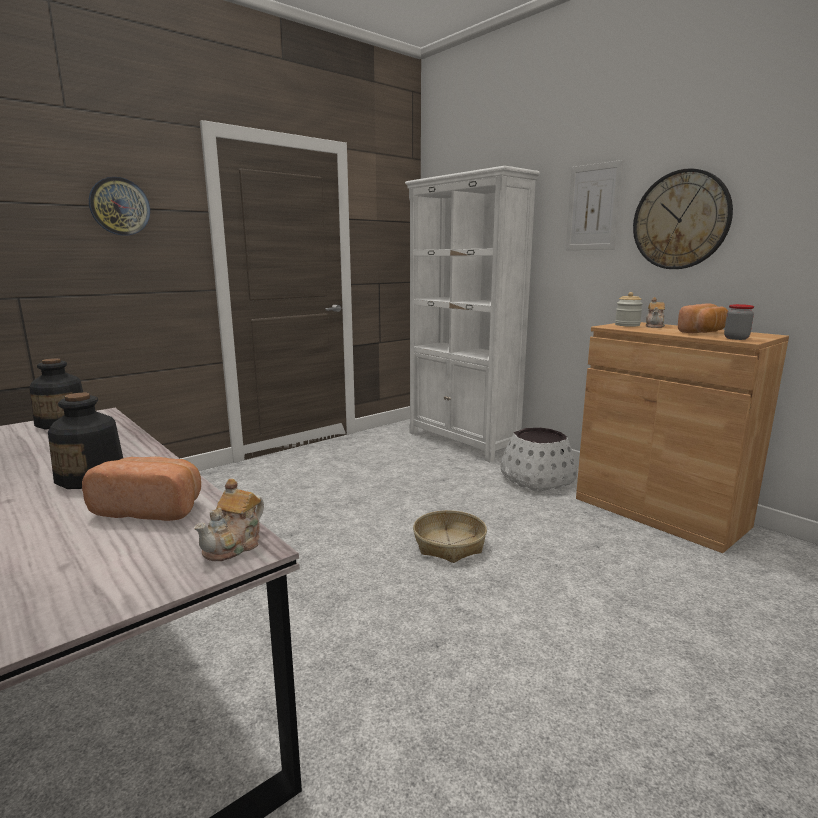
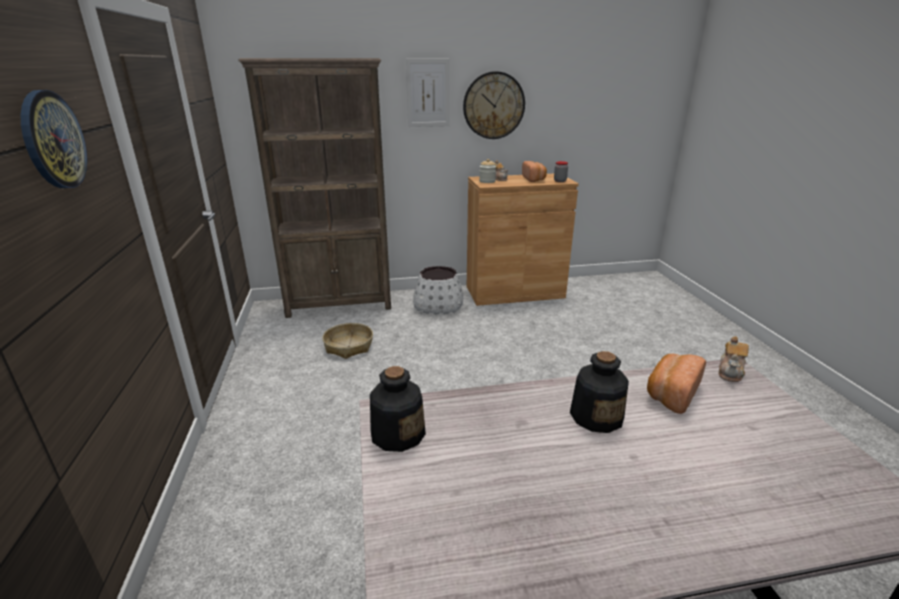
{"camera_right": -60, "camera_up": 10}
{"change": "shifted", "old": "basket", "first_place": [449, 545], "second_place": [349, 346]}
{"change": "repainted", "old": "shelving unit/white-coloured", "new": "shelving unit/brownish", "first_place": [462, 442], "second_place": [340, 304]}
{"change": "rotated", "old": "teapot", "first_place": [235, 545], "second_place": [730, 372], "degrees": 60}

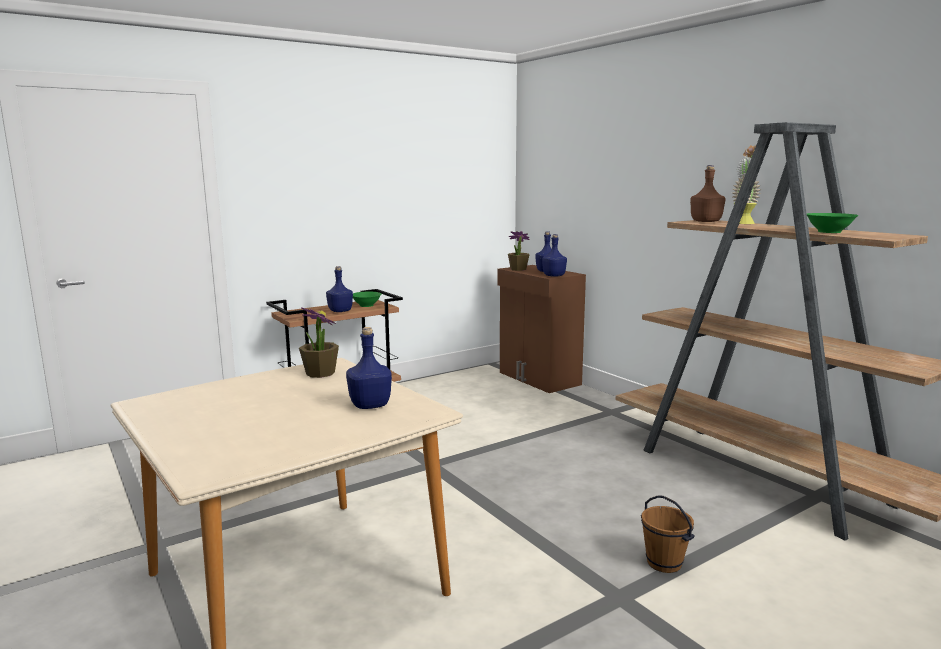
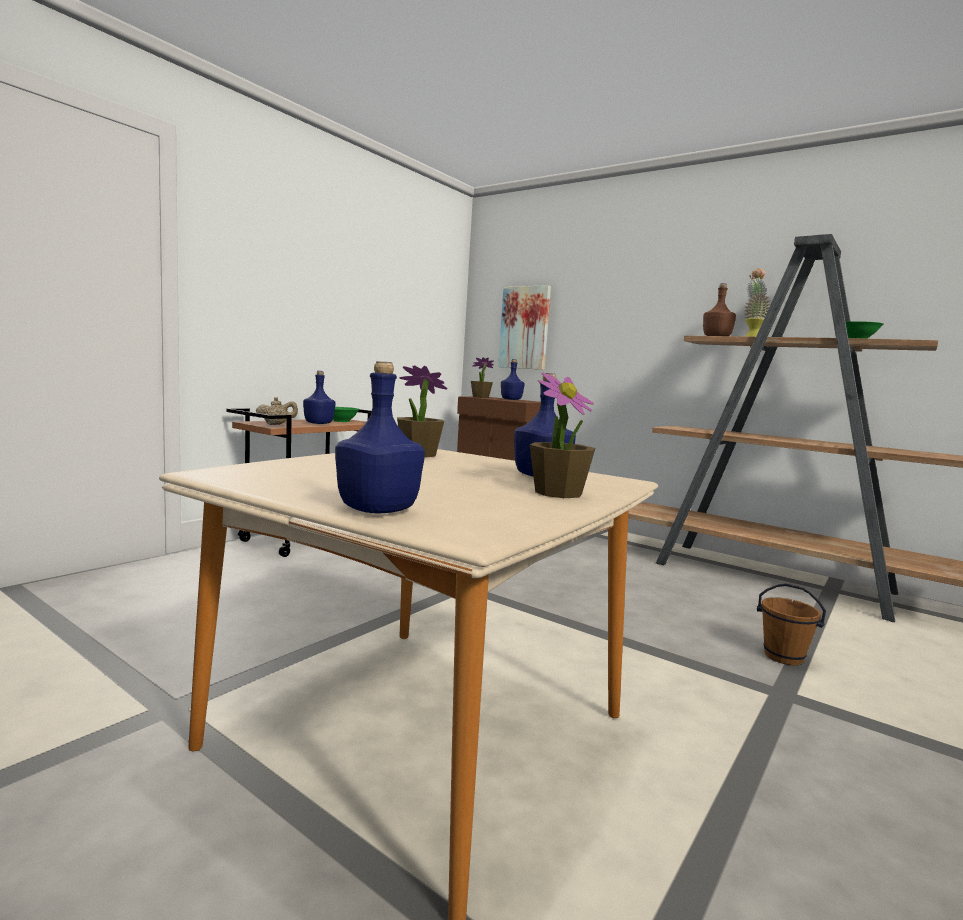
{"camera_right": -20, "camera_up": -5}
{"change": "new", "new": "teapot/beige", "second_place": [276, 424]}
{"change": "new", "new": "wall art", "second_place": [525, 328]}
{"change": "new", "new": "potted plant", "second_place": [558, 493]}
{"change": "shifted", "old": "beverage bottle/blue-coloured", "first_place": [554, 276], "second_place": [379, 510]}

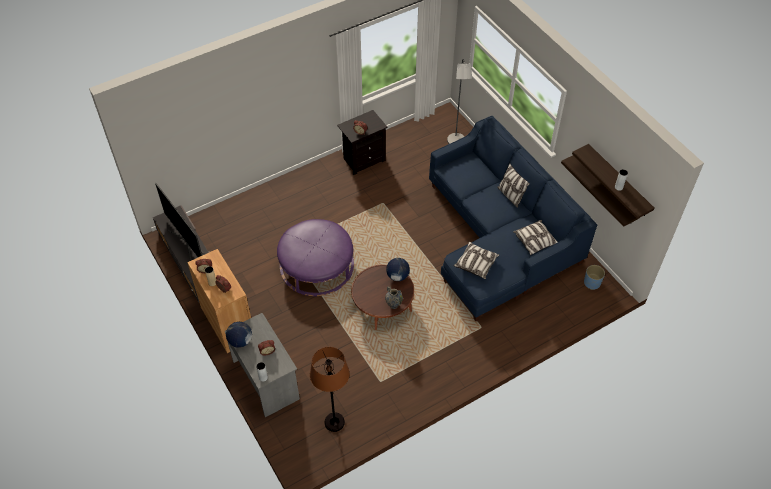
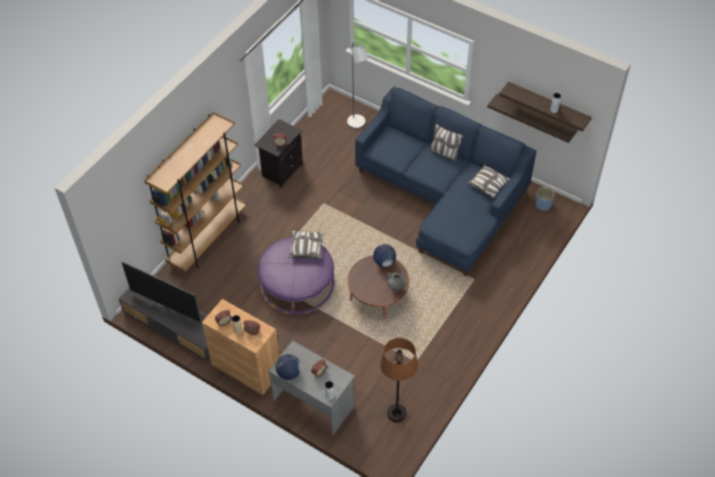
{"camera_right": -25, "camera_up": 0}
{"change": "new", "new": "shelving unit/brownish", "second_place": [208, 238]}
{"change": "shifted", "old": "pillow", "first_place": [476, 264], "second_place": [306, 248]}

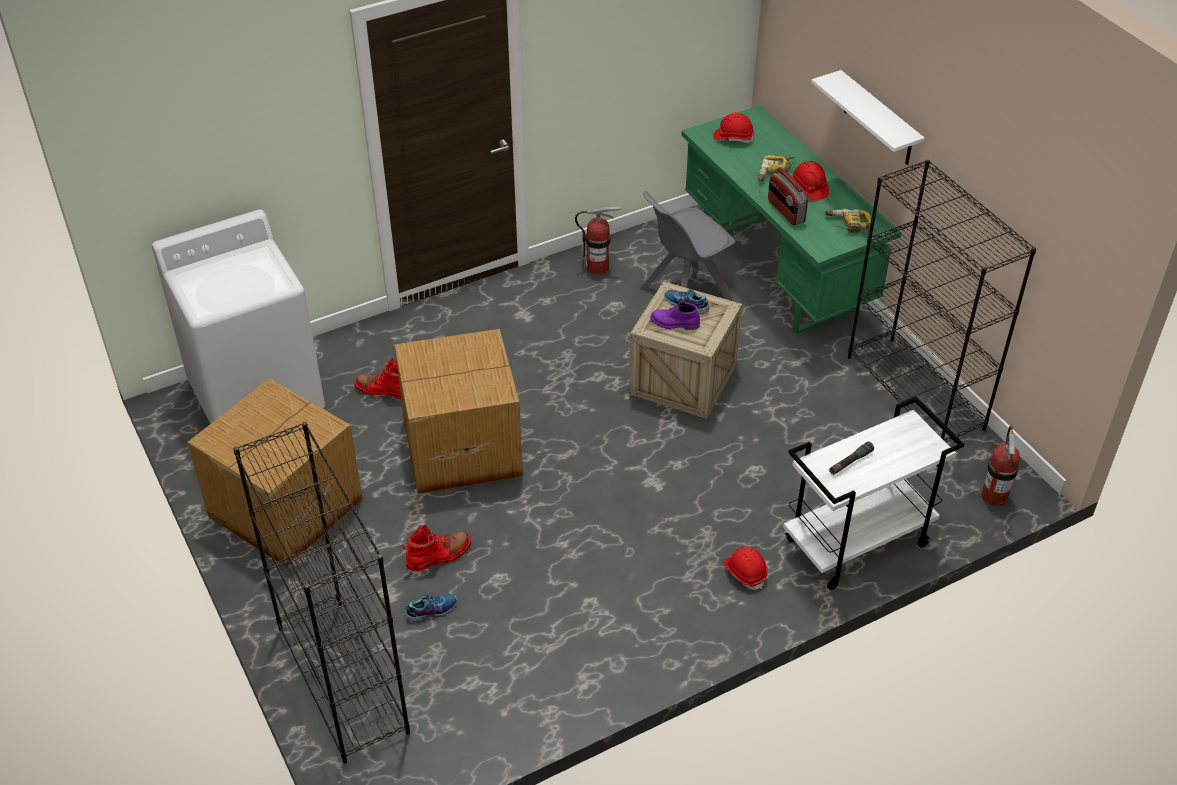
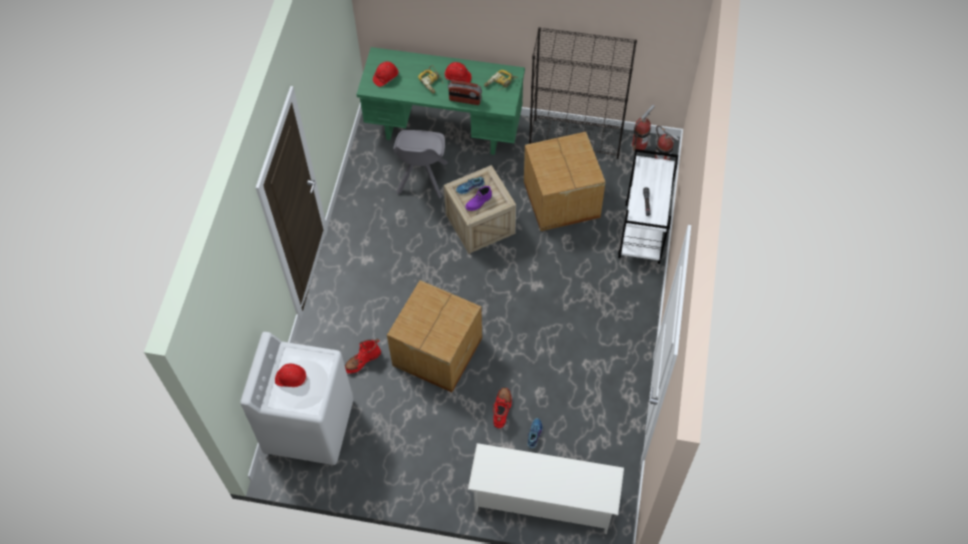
{"camera_right": -50, "camera_up": 15}
{"change": "gone", "old": "bracket shelf/white-coloured", "first_place": [878, 120]}
{"change": "shifted", "old": "carton", "first_place": [283, 508], "second_place": [560, 200]}
{"change": "shifted", "old": "fire extinguisher", "first_place": [598, 267], "second_place": [639, 144]}
{"change": "shifted", "old": "work helmet/reddish", "first_place": [745, 572], "second_place": [291, 378]}
{"change": "swapped", "old": "shelving unit/black", "new": "shoe stand/white-coloured", "first_place": [341, 678], "second_place": [543, 500]}

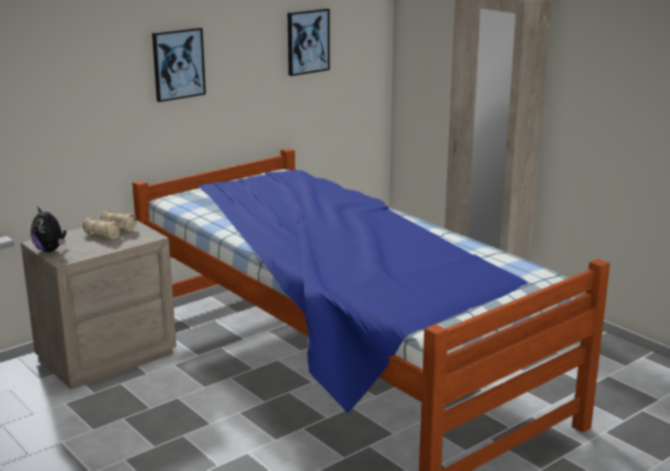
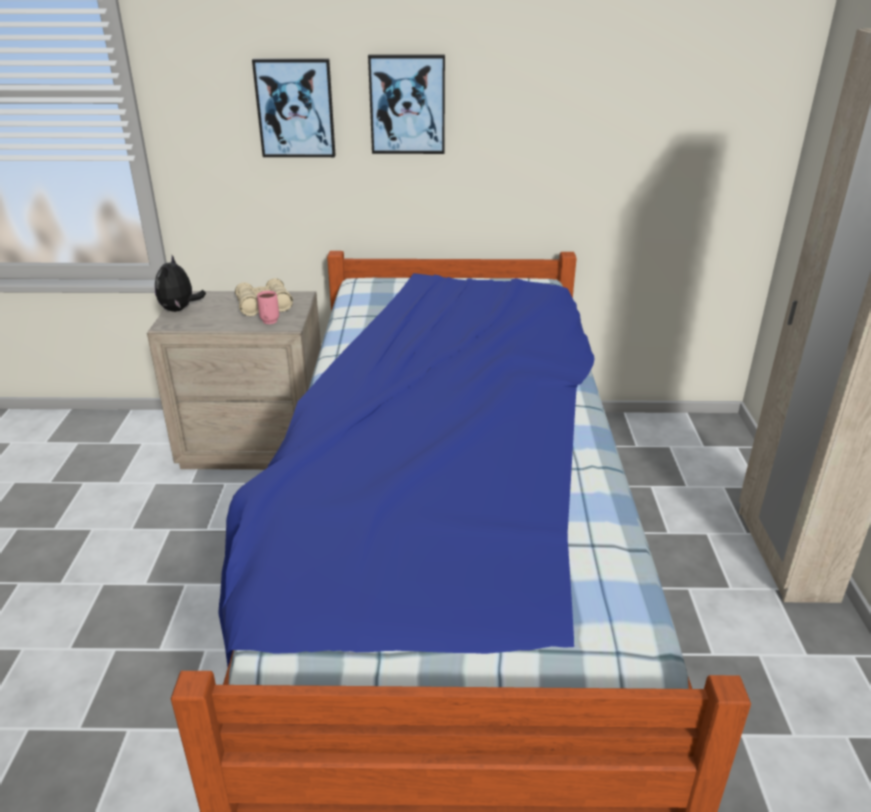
{"camera_right": 40, "camera_up": 10}
{"change": "new", "new": "tea mug/pinkish", "second_place": [269, 323]}
{"change": "shifted", "old": "wall art", "first_place": [307, 41], "second_place": [295, 108]}

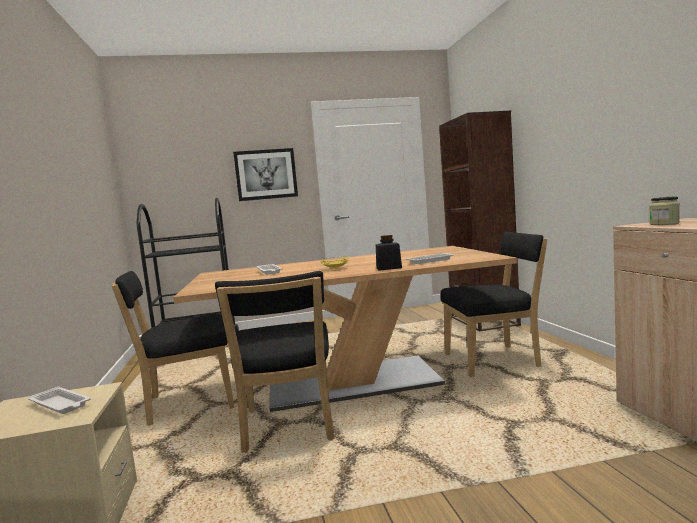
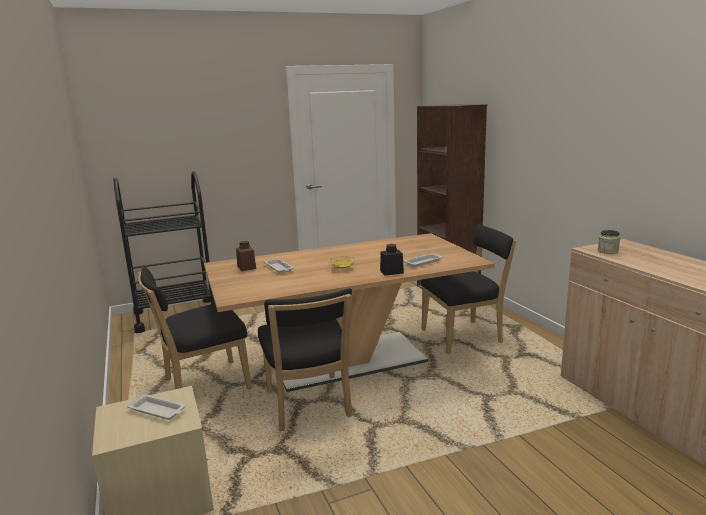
{"camera_right": -10, "camera_up": 10}
{"change": "gone", "old": "wall art", "first_place": [266, 174]}
{"change": "new", "new": "preserve jar/brownish", "second_place": [246, 267]}

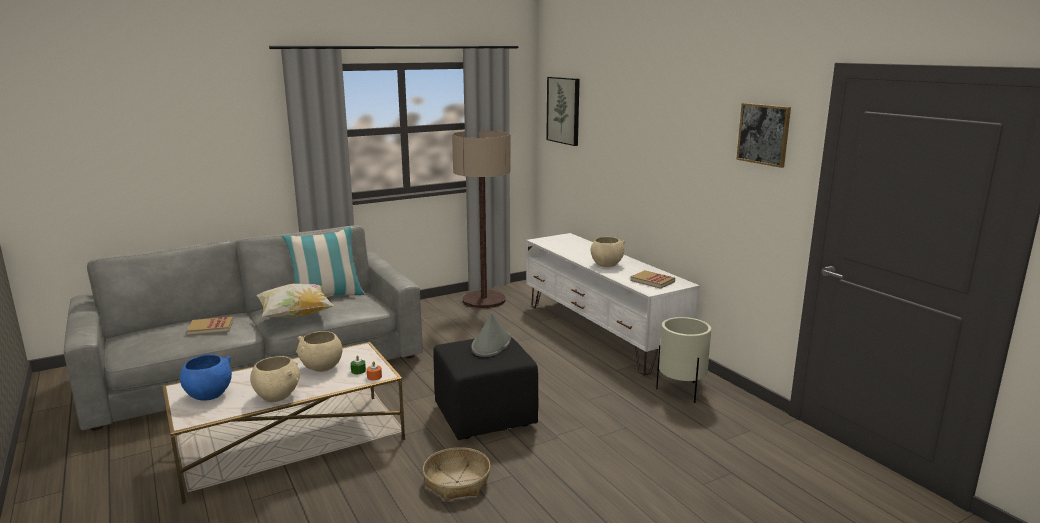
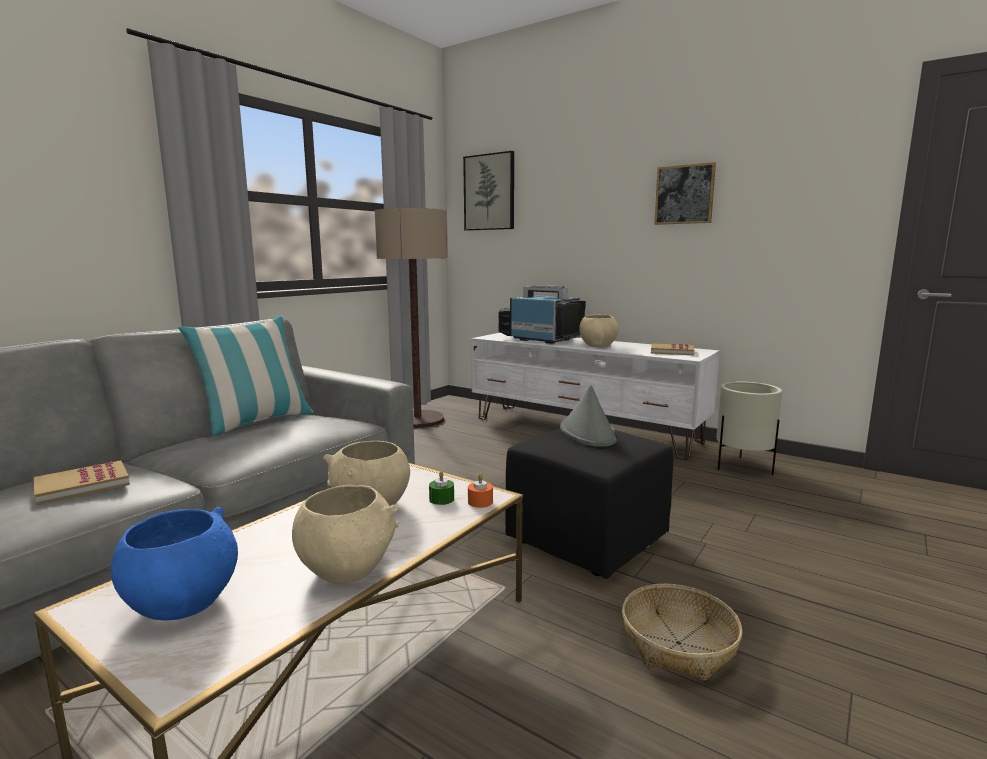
{"camera_right": -25, "camera_up": -5}
{"change": "gone", "old": "pillow", "first_place": [296, 316]}
{"change": "new", "new": "TV set", "second_place": [540, 339]}
{"change": "shifted", "old": "wall art", "first_place": [763, 134], "second_place": [684, 194]}

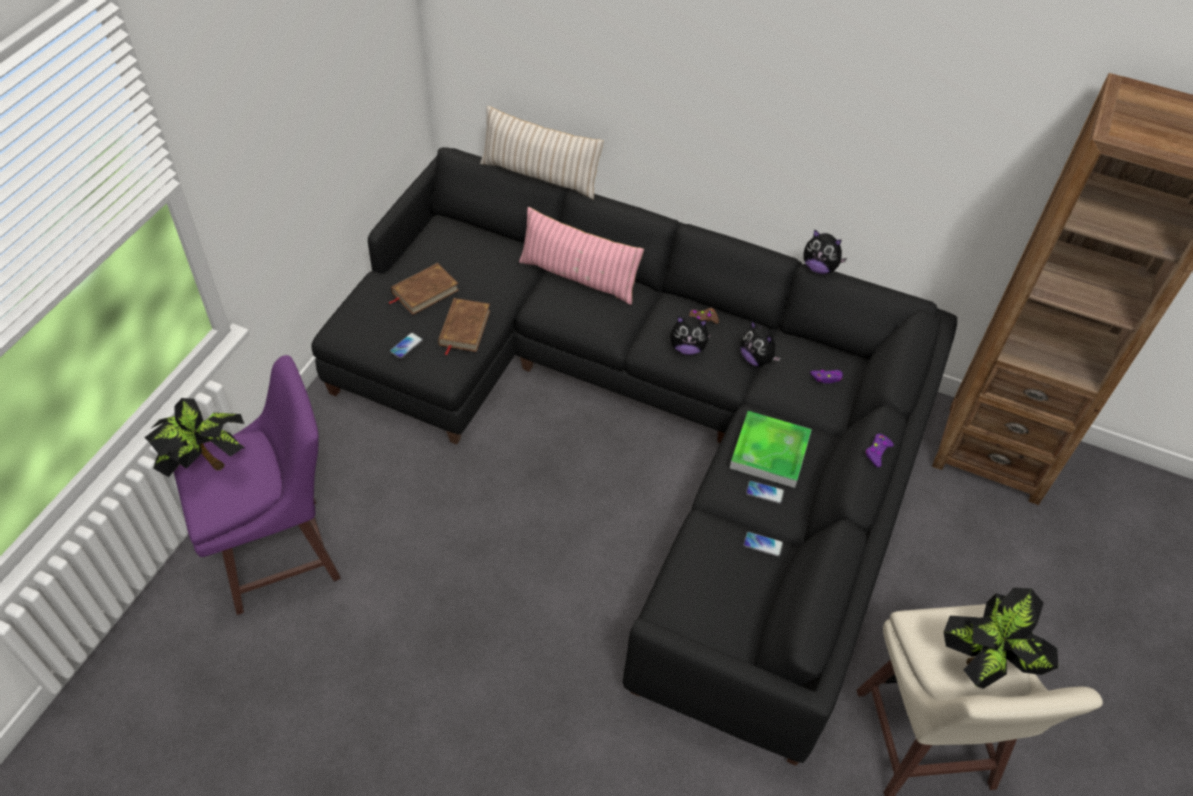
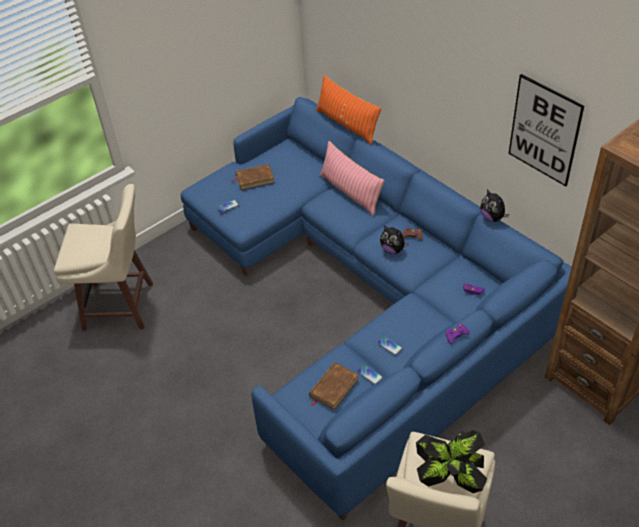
{"camera_right": 30, "camera_up": -5}
{"change": "gone", "old": "potted plant", "first_place": [207, 464]}
{"change": "gone", "old": "tray", "first_place": [769, 452]}
{"change": "gone", "old": "cuddly toy", "first_place": [756, 359]}
{"change": "new", "new": "wall art", "second_place": [544, 130]}
{"change": "shifted", "old": "book/brownish", "first_place": [464, 328], "second_place": [333, 388]}
{"change": "repainted", "old": "stool seat/purple", "new": "stool seat/beige", "first_place": [282, 554], "second_place": [121, 307]}
{"change": "repainted", "old": "settee/black", "new": "settee/blue-coloured", "first_place": [649, 424], "second_place": [367, 297]}
{"change": "repainted", "old": "pillow/beige", "new": "pillow/orangey", "first_place": [540, 175], "second_place": [347, 124]}

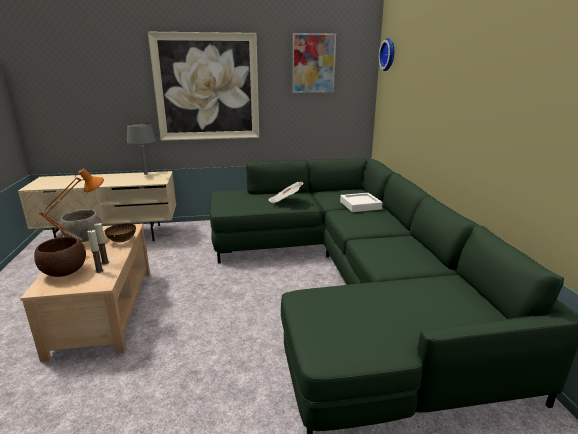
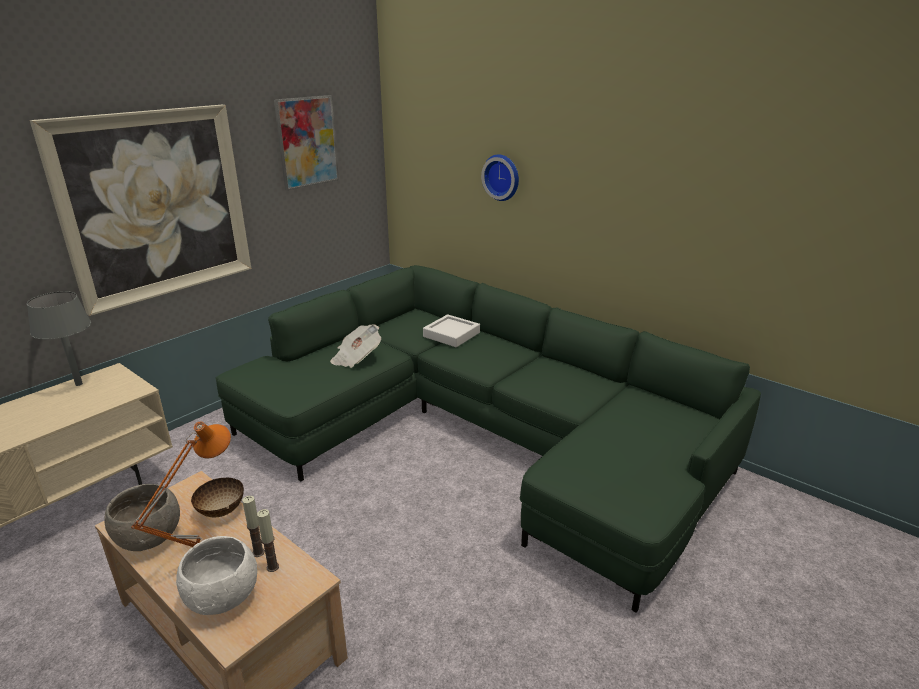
{"camera_right": -40, "camera_up": 5}
{"change": "shifted", "old": "wall clock", "first_place": [389, 54], "second_place": [502, 177]}
{"change": "repainted", "old": "deep dish/brownish", "new": "deep dish/white-coloured", "first_place": [65, 272], "second_place": [222, 597]}

